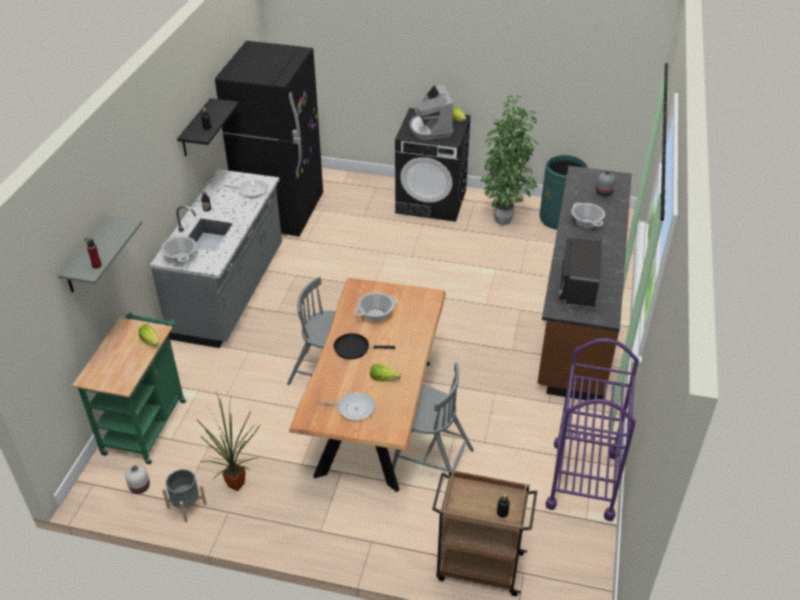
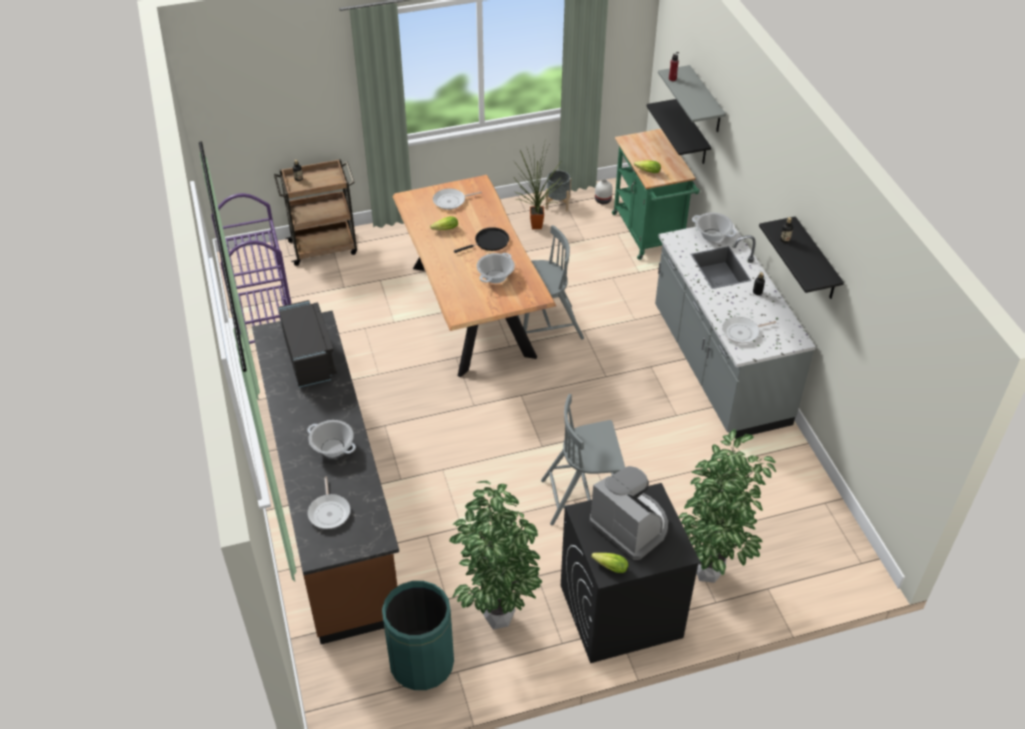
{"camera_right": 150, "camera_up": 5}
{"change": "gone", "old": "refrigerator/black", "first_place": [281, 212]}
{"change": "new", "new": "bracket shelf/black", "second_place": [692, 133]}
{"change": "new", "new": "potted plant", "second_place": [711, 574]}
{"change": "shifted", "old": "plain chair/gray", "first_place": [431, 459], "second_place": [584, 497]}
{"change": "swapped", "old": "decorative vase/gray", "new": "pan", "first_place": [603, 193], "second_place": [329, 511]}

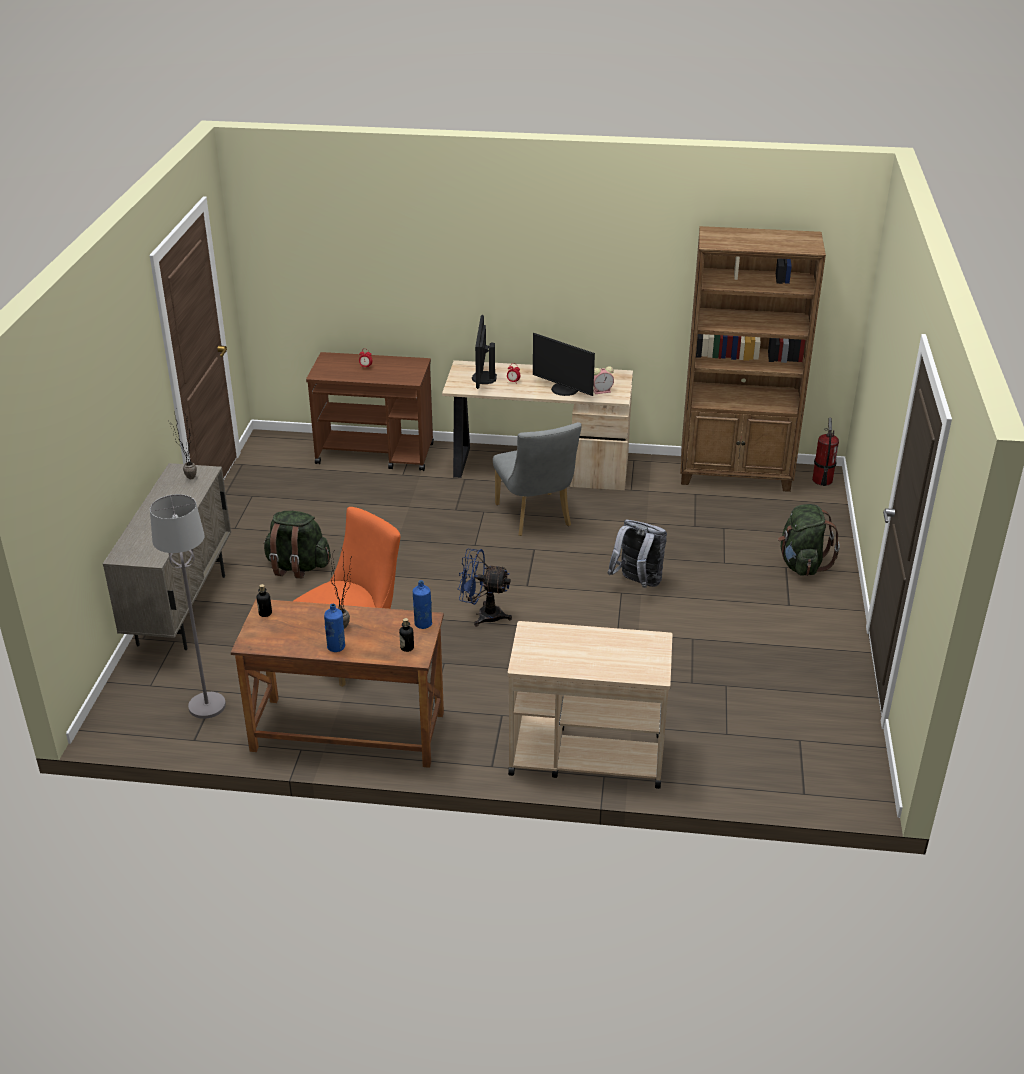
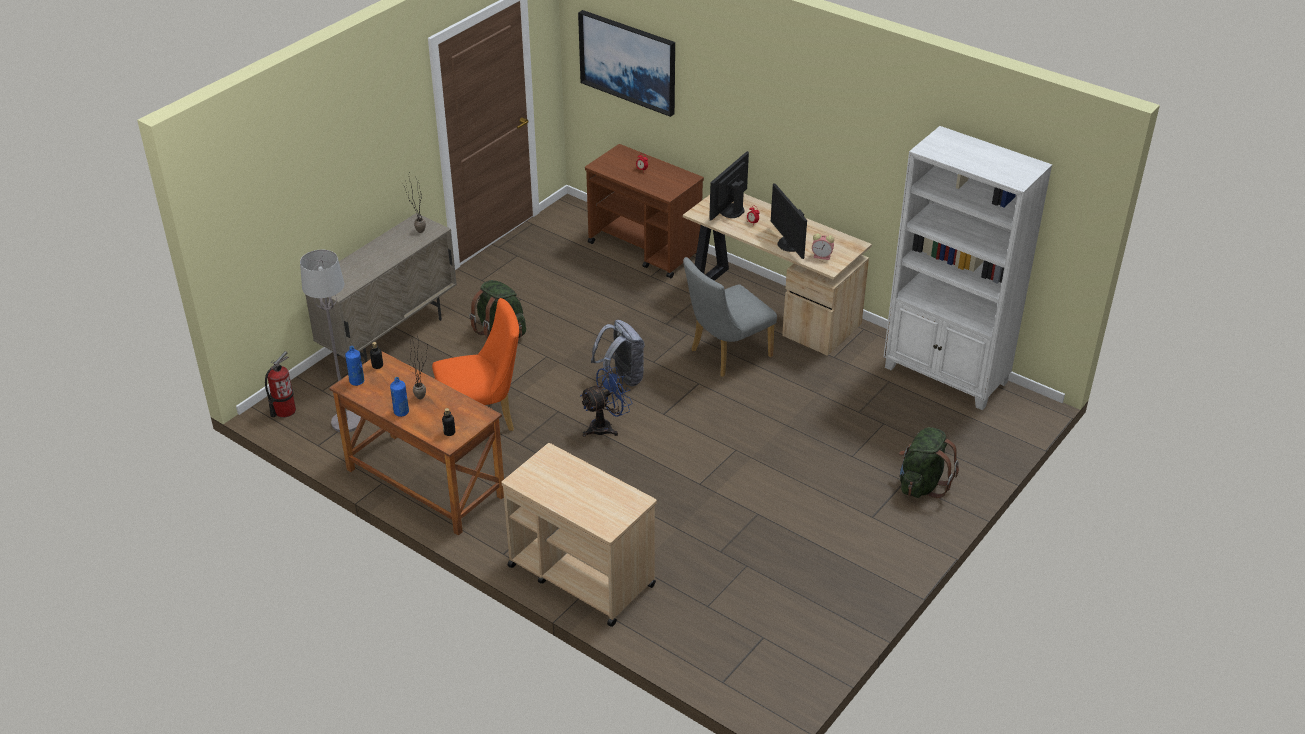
{"camera_right": 30, "camera_up": 5}
{"change": "new", "new": "wall art", "second_place": [628, 61]}
{"change": "shifted", "old": "beverage bottle/blue-coloured", "first_place": [423, 624], "second_place": [357, 381]}
{"change": "shifted", "old": "backpack/gray", "first_place": [637, 583], "second_place": [621, 378]}
{"change": "shifted", "old": "fire extinguisher", "first_place": [822, 480], "second_place": [284, 411]}
{"change": "repainted", "old": "shelving unit/brownish", "new": "shelving unit/white-coloured", "first_place": [736, 475], "second_place": [946, 376]}
{"change": "rotated", "old": "cooling fan/blue-coloured", "first_place": [483, 615], "second_place": [605, 426], "degrees": 105}
{"change": "rotated", "old": "plain chair/gray", "first_place": [535, 518], "second_place": [725, 355], "degrees": 45}

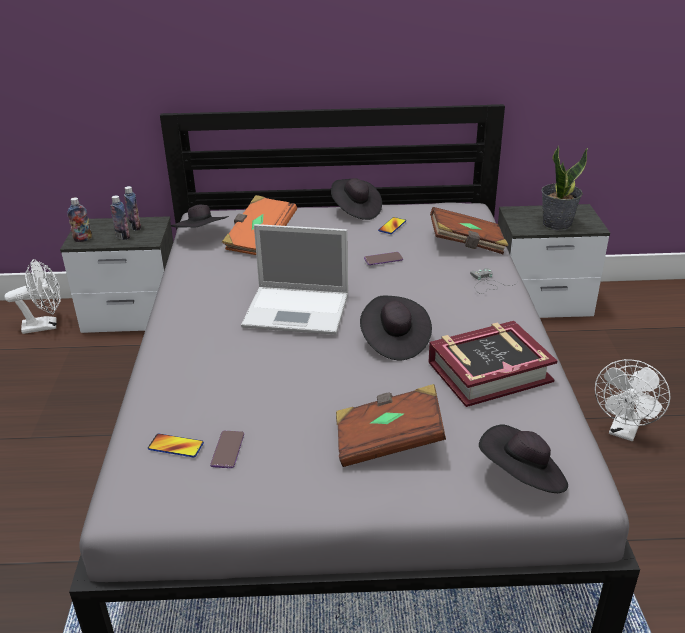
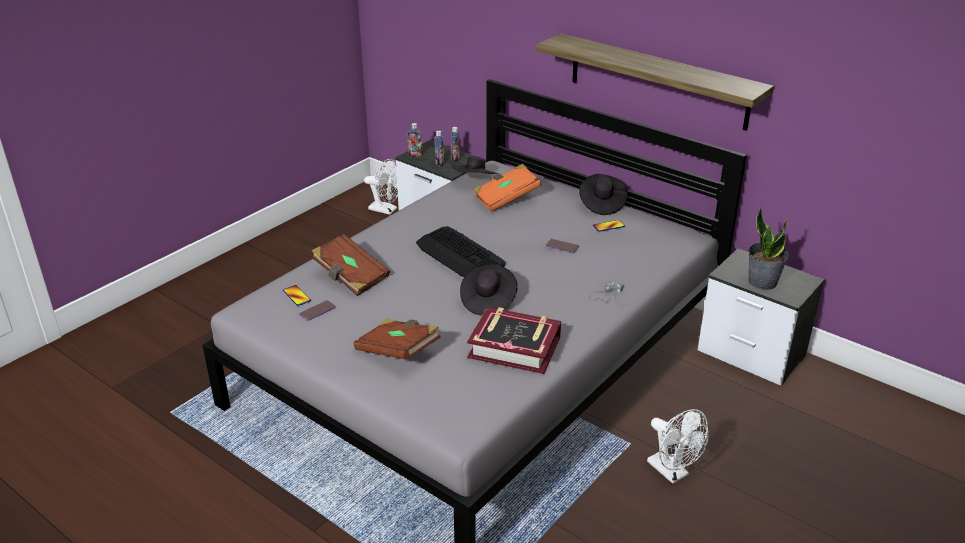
{"camera_right": 40, "camera_up": 0}
{"change": "gone", "old": "wearable hat/black", "first_place": [522, 477]}
{"change": "new", "new": "bracket shelf", "second_place": [657, 81]}
{"change": "shifted", "old": "book/brownish", "first_place": [467, 245], "second_place": [350, 277]}
{"change": "swapped", "old": "portable computer", "new": "keyboard", "first_place": [298, 310], "second_place": [459, 255]}
{"change": "rotated", "old": "cooling fan/white-coloured", "first_place": [624, 431], "second_place": [672, 472], "degrees": -105}

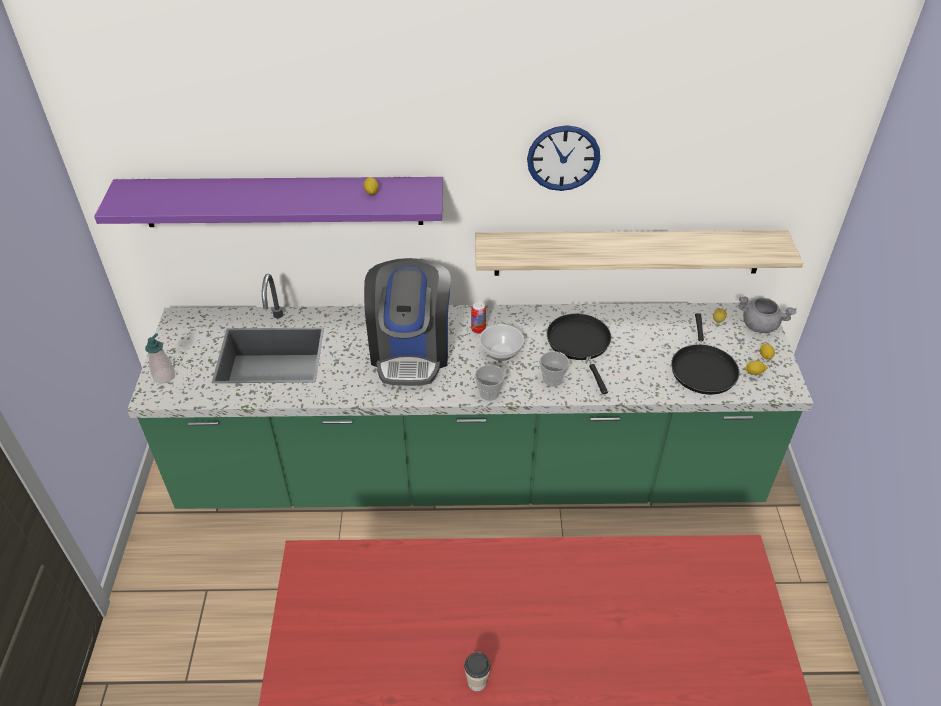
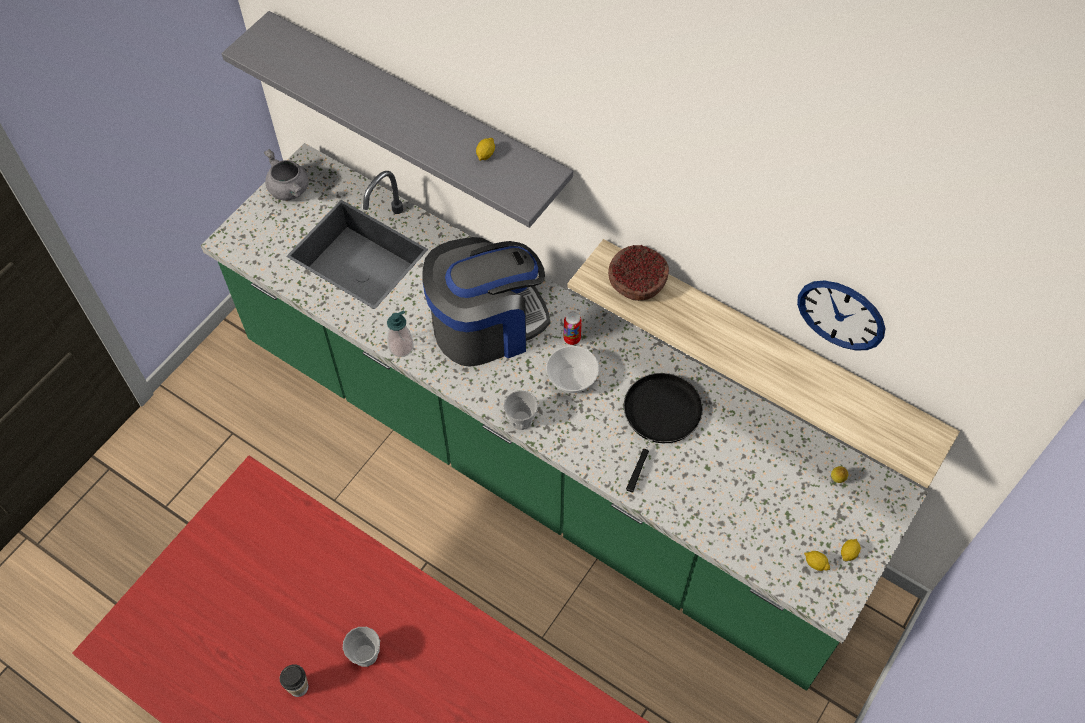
{"camera_right": 35, "camera_up": 15}
{"change": "gone", "old": "pan/black", "first_place": [702, 369]}
{"change": "new", "new": "deep dish", "second_place": [637, 282]}
{"change": "shifted", "old": "soap bottle", "first_place": [164, 376], "second_place": [401, 347]}
{"change": "shifted", "old": "wall clock", "first_place": [563, 158], "second_place": [841, 314]}
{"change": "shifted", "old": "drinking cup", "first_place": [552, 379], "second_place": [365, 654]}
{"change": "shifted", "old": "stockpot/gray", "first_place": [760, 325], "second_place": [290, 190]}
{"change": "repainted", "old": "bracket shelf/purple", "new": "bracket shelf/gray", "first_place": [282, 201], "second_place": [417, 109]}
{"change": "rotated", "old": "coffee brewer", "first_place": [410, 351], "second_place": [486, 325], "degrees": -150}

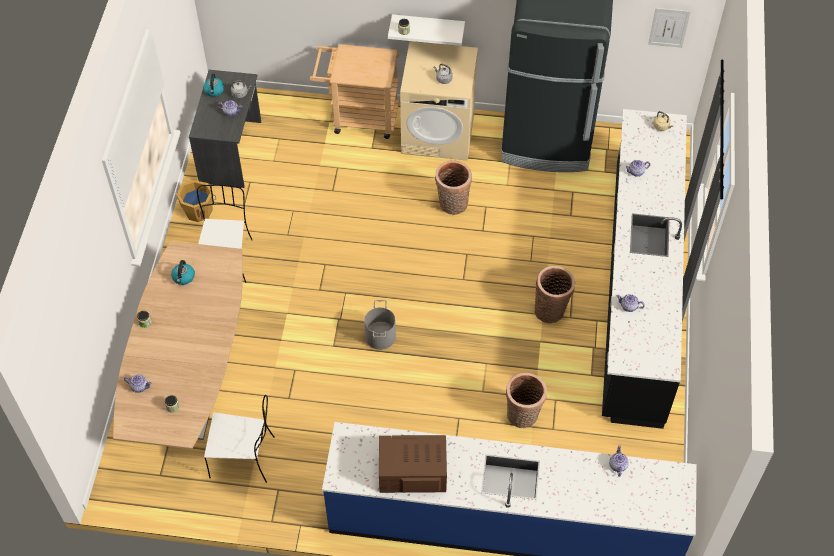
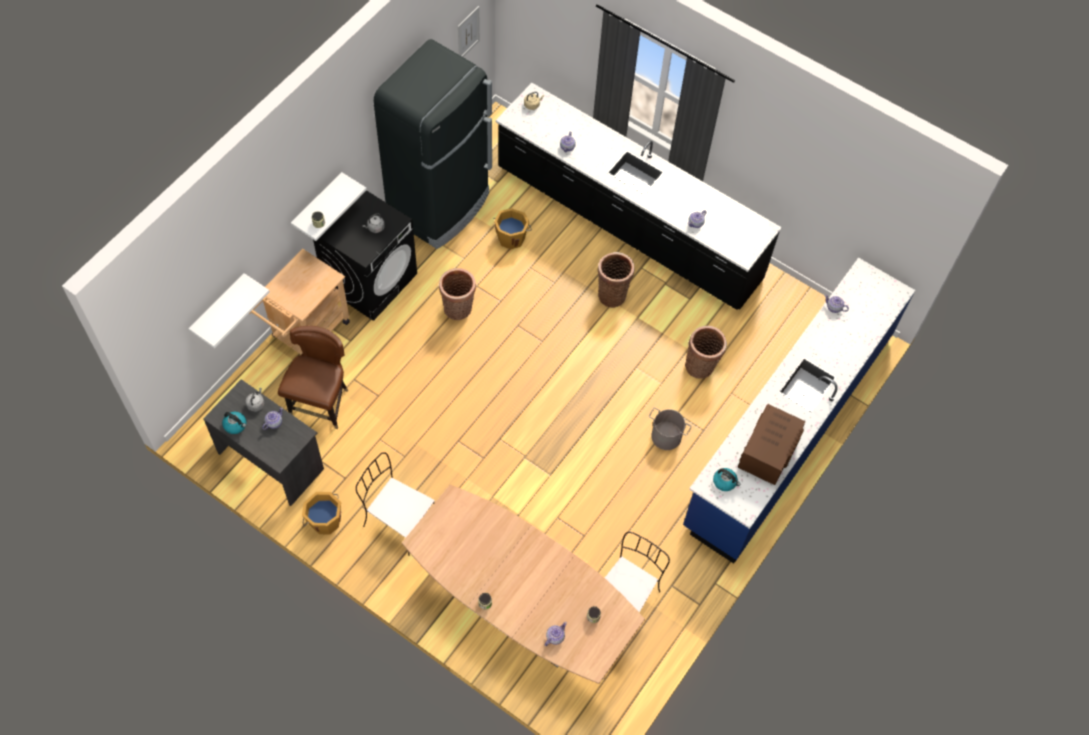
{"camera_right": -65, "camera_up": 5}
{"change": "new", "new": "bracket shelf/white-coloured", "second_place": [218, 307]}
{"change": "new", "new": "plain chair/brownish", "second_place": [321, 404]}
{"change": "new", "new": "bucket/orangey", "second_place": [511, 237]}
{"change": "shifted", "old": "tea kettle", "first_place": [183, 277], "second_place": [725, 482]}
{"change": "shifted", "old": "bucket/gray", "first_place": [381, 336], "second_place": [666, 436]}
{"change": "repainted", "old": "washing machine/beige", "new": "washing machine/black", "first_place": [438, 133], "second_place": [370, 280]}

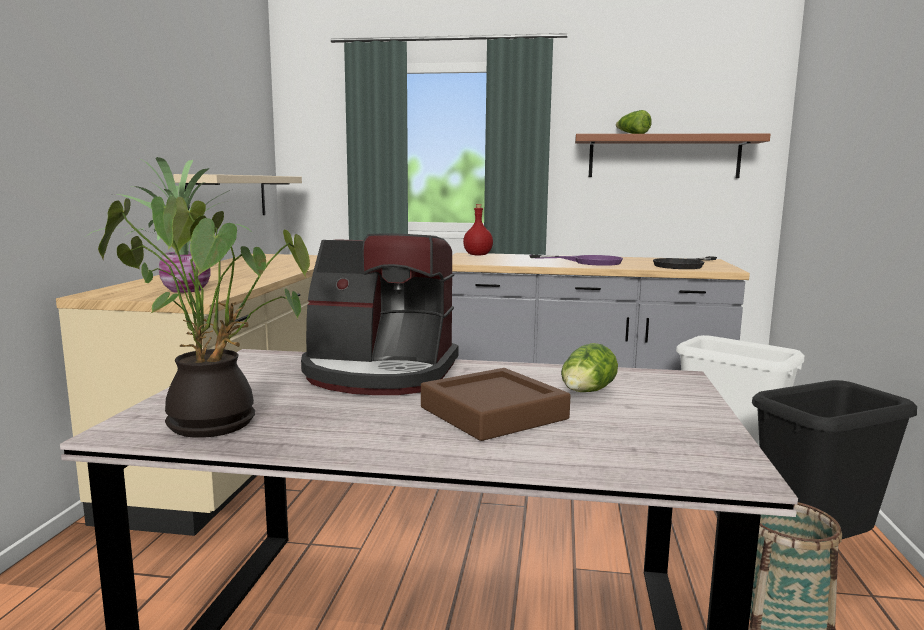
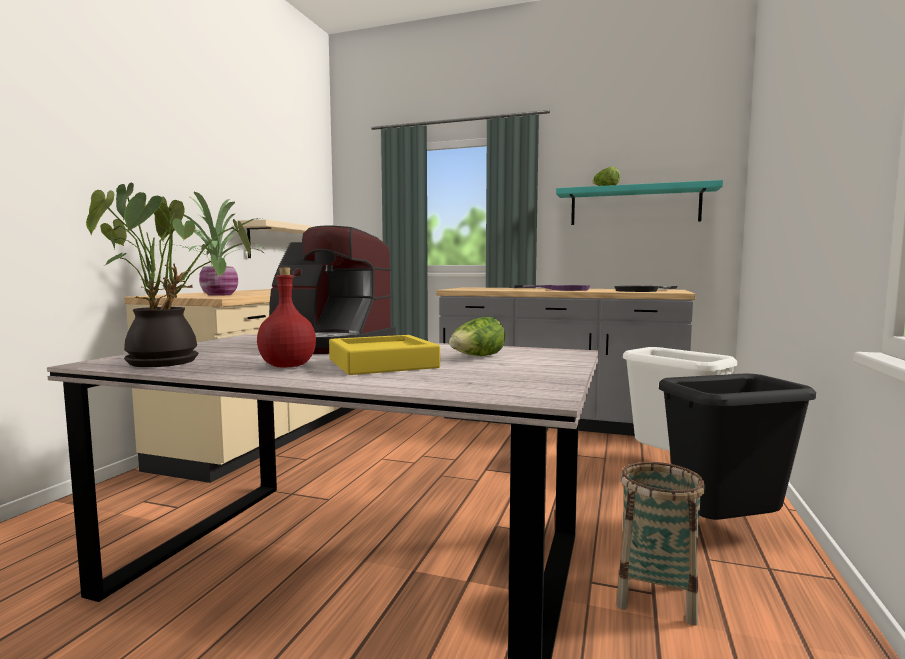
{"camera_right": 10, "camera_up": -5}
{"change": "shifted", "old": "beverage bottle/reddish", "first_place": [478, 255], "second_place": [289, 366]}
{"change": "repainted", "old": "tray/brownish", "new": "tray/yellowish", "first_place": [493, 413], "second_place": [382, 363]}
{"change": "repainted", "old": "bracket shelf/brownish", "new": "bracket shelf/blue-green", "first_place": [663, 157], "second_place": [634, 206]}

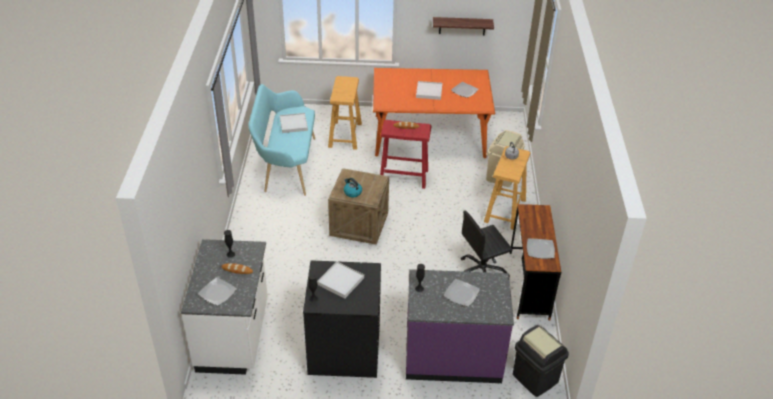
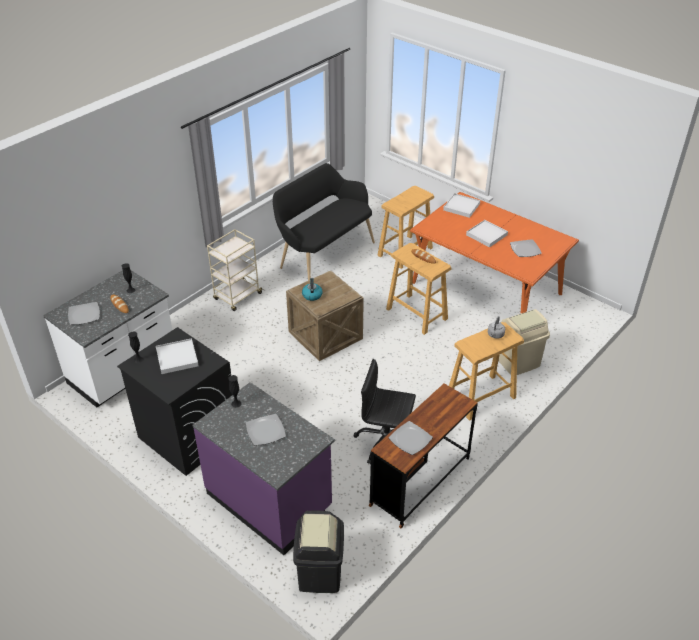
{"camera_right": 40, "camera_up": 0}
{"change": "gone", "old": "bracket shelf", "first_place": [462, 26]}
{"change": "new", "new": "cart/beige", "second_place": [237, 297]}
{"change": "shifted", "old": "tray/white-coloured", "first_place": [293, 124], "second_place": [461, 207]}
{"change": "repainted", "old": "indoor bench/blue-green", "new": "indoor bench/black", "first_place": [286, 165], "second_place": [323, 254]}
{"change": "repainted", "old": "stool seat/reddish", "new": "stool seat/beige", "first_place": [403, 176], "second_place": [416, 313]}

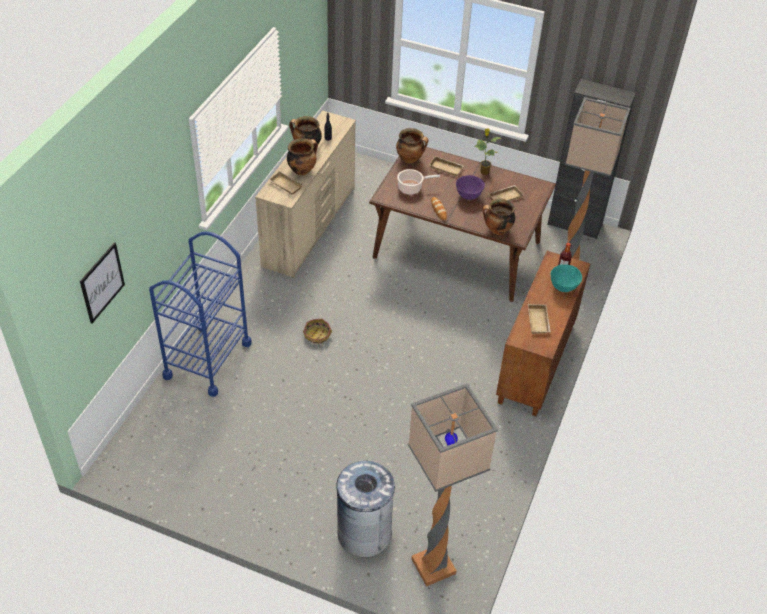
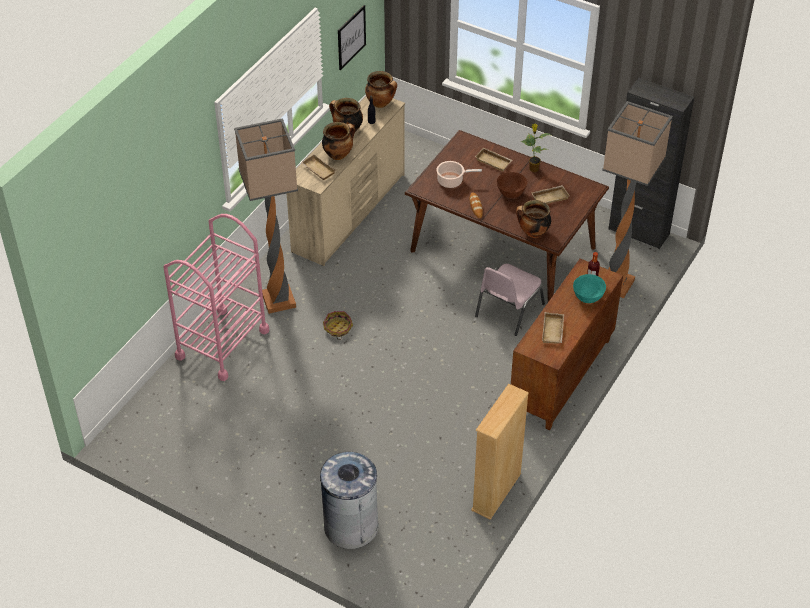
{"camera_right": 10, "camera_up": 0}
{"change": "new", "new": "shelving unit/beige", "second_place": [496, 492]}
{"change": "new", "new": "plain chair/pinkish", "second_place": [508, 310]}
{"change": "shifted", "old": "wall art", "first_place": [102, 282], "second_place": [351, 37]}
{"change": "shifted", "old": "stockpot", "first_place": [410, 159], "second_place": [381, 103]}
{"change": "shifted", "old": "standing lamp", "first_place": [435, 566], "second_place": [280, 301]}
{"change": "repainted", "old": "cart/blue-coloured", "new": "cart/pinkish", "first_place": [207, 360], "second_place": [222, 344]}
{"change": "repainted", "old": "deep dish/purple", "new": "deep dish/brownish", "first_place": [468, 196], "second_place": [510, 194]}

